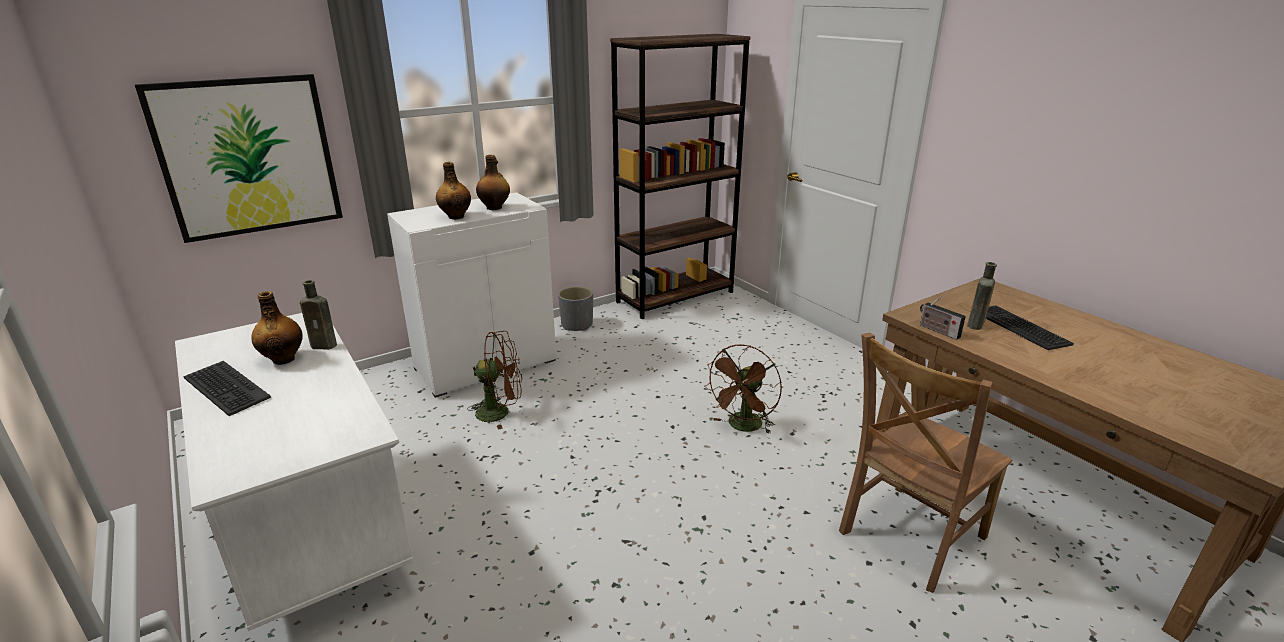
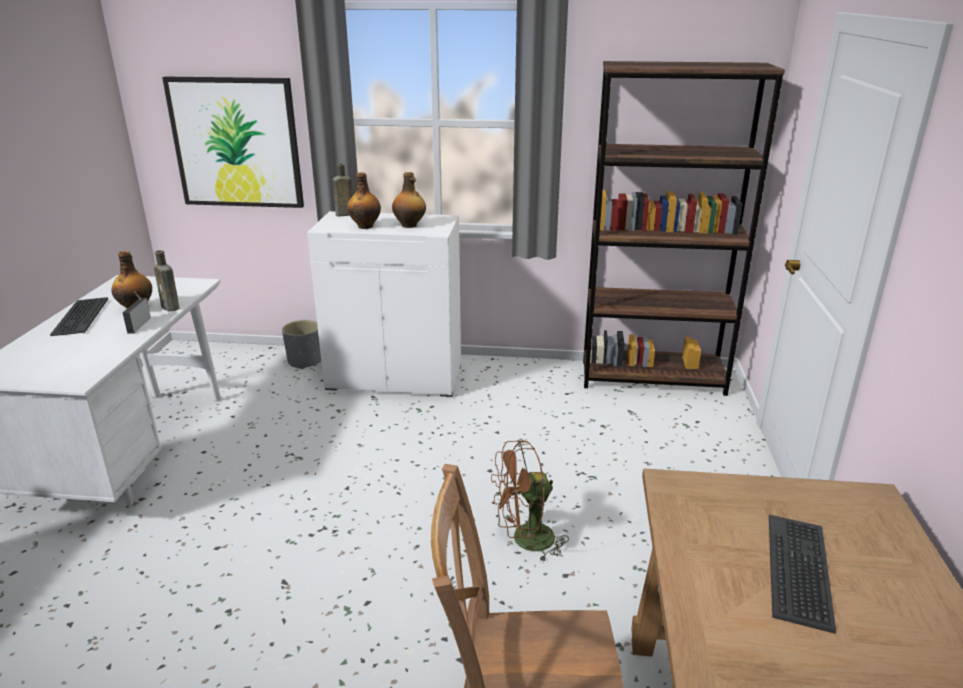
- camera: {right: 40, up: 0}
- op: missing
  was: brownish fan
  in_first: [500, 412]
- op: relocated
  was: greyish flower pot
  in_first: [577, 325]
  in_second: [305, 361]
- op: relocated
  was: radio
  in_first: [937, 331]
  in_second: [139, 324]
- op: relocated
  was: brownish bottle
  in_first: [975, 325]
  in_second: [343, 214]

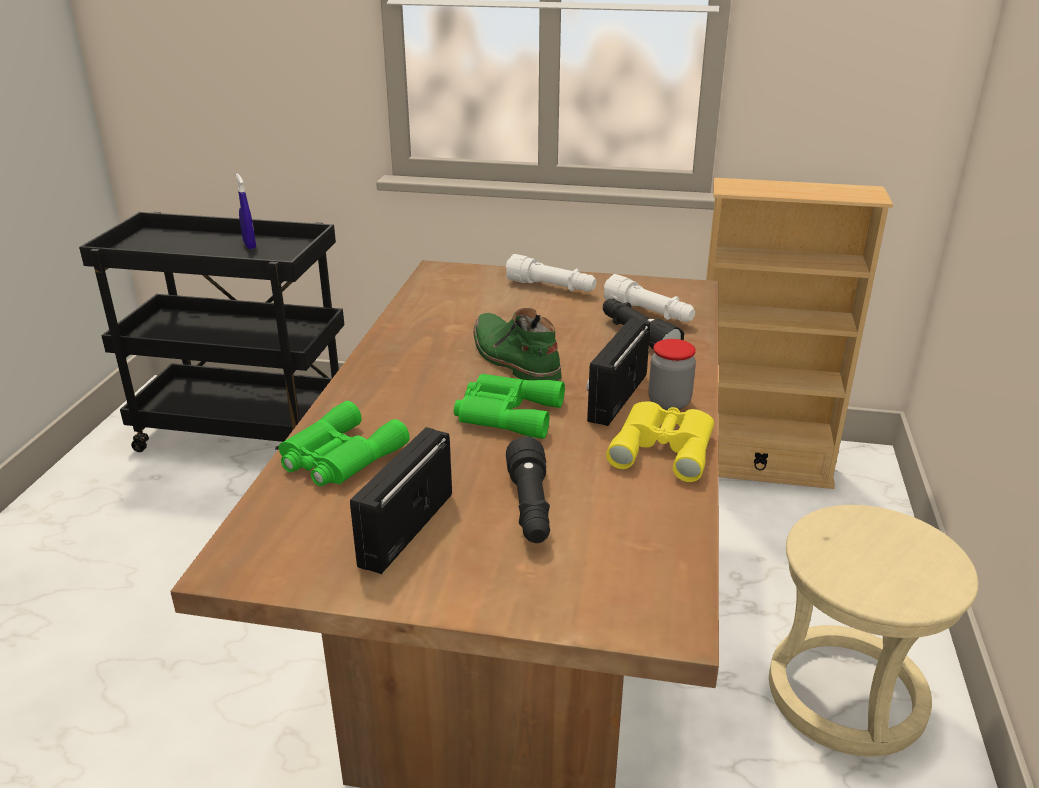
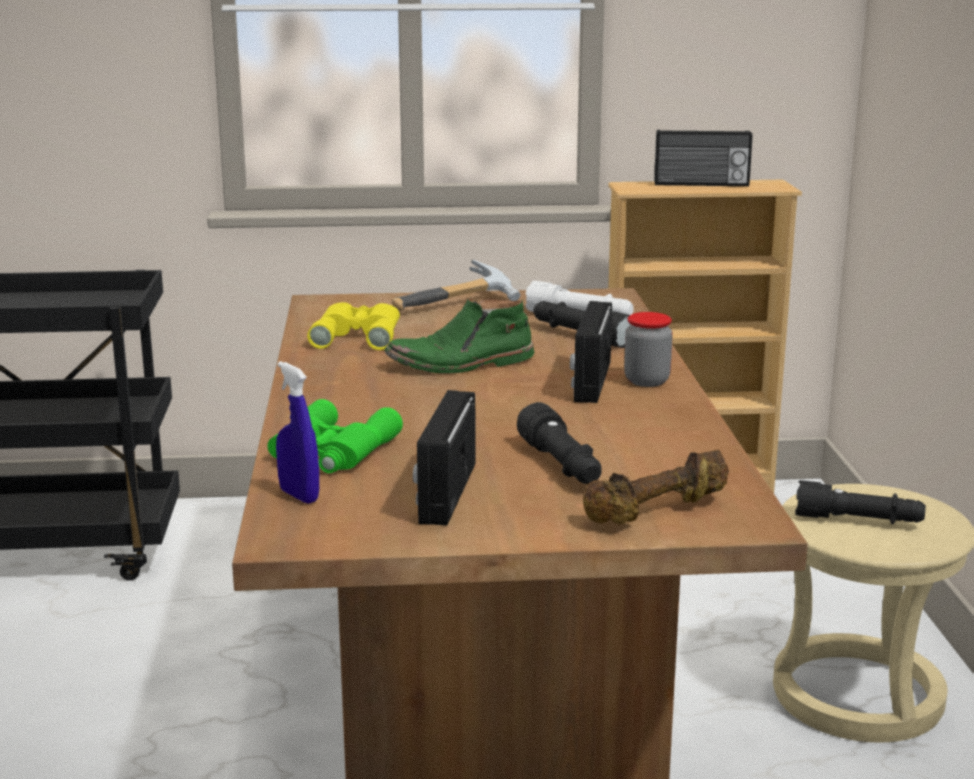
- camera: {right: -15, up: -10}
- op: missing
  was: greenish field glasses
  in_first: [505, 413]
- op: appeared
  now: brownish free weight
  in_second: [657, 512]
- op: appeared
  now: radio
  in_second: [701, 184]
- op: appeared
  now: blackish torch
  in_second: [858, 521]
- op: relocated
  was: bluish hand sprayer
  in_first: [249, 245]
  in_second: [299, 496]
- op: relocated
  was: yellowish field glasses
  in_first: [664, 447]
  in_second: [358, 335]
- op: exchanged
  was: white-coloured torch
  now: tool hammer
  in_first: [551, 287]
  in_second: [459, 306]
- op: spun
  was: greenish tall boot
  in_first: [513, 359]
  in_second: [461, 364]
  clockwise: -60

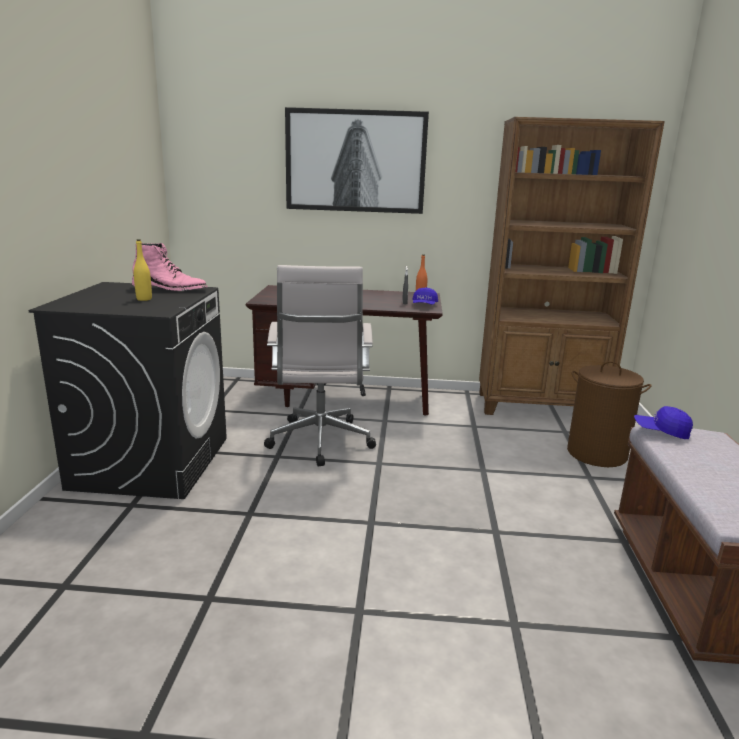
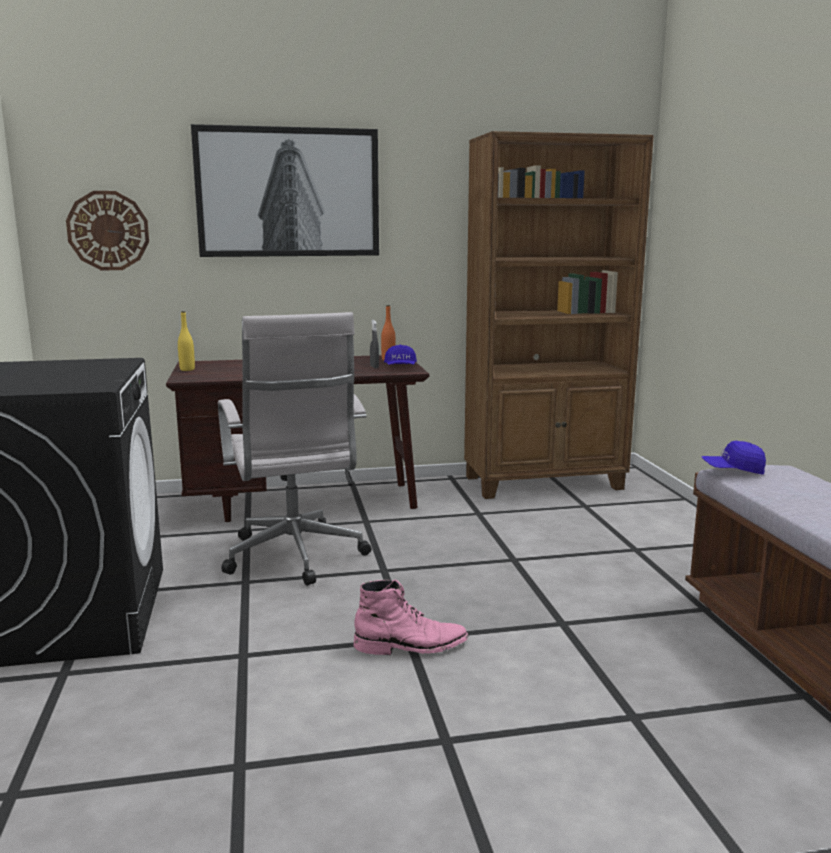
- camera: {right: -15, up: -5}
- op: missing
  was: brownish hamper
  in_first: [597, 454]
- op: appeared
  now: hanging clock
  in_second: [108, 231]
- op: relocated
  was: pinkish tall boot
  in_first: [170, 289]
  in_second: [411, 646]
- op: relocated
  was: yellowish bottle
  in_first: [144, 299]
  in_second: [187, 369]

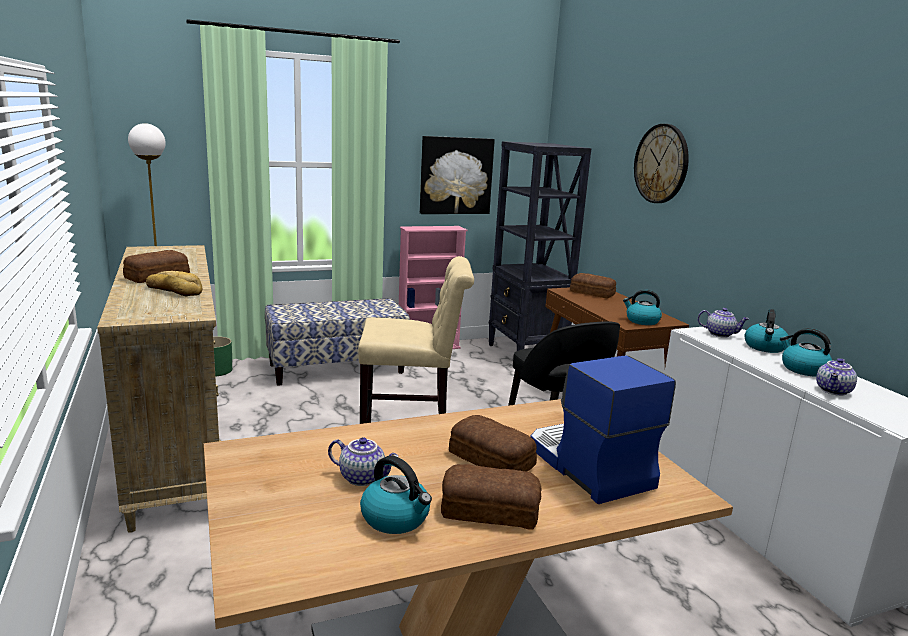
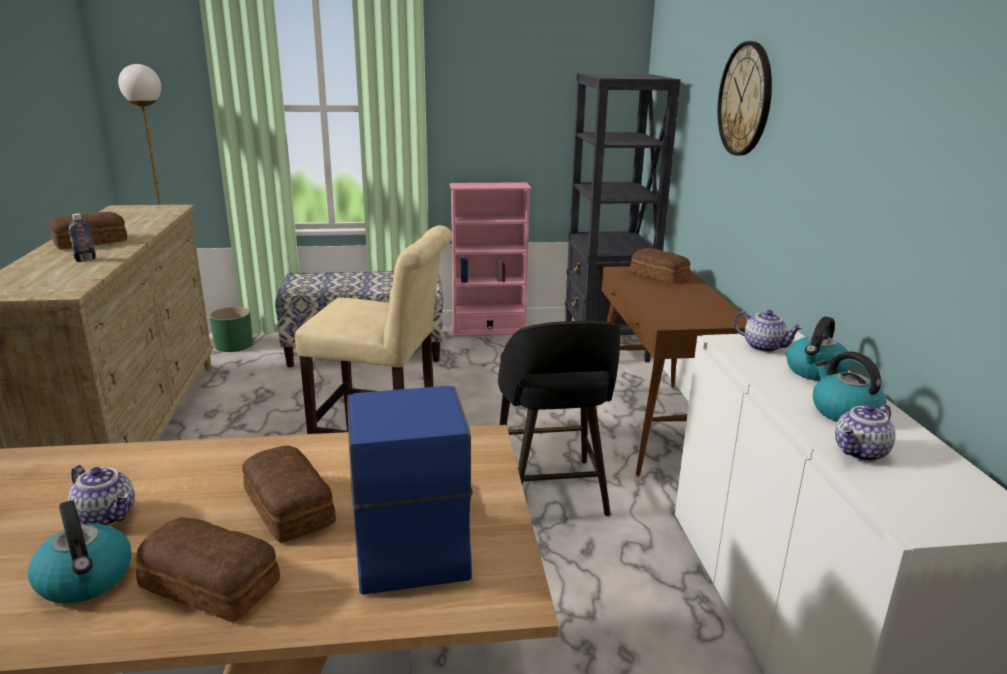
- camera: {right: 15, up: 5}
- op: missing
  was: wall art
  in_first: [456, 175]
- op: missing
  was: tea kettle
  in_first: [641, 321]
- op: exchanged
  was: baked bread
  now: bottle
  in_first: [175, 290]
  in_second: [85, 260]

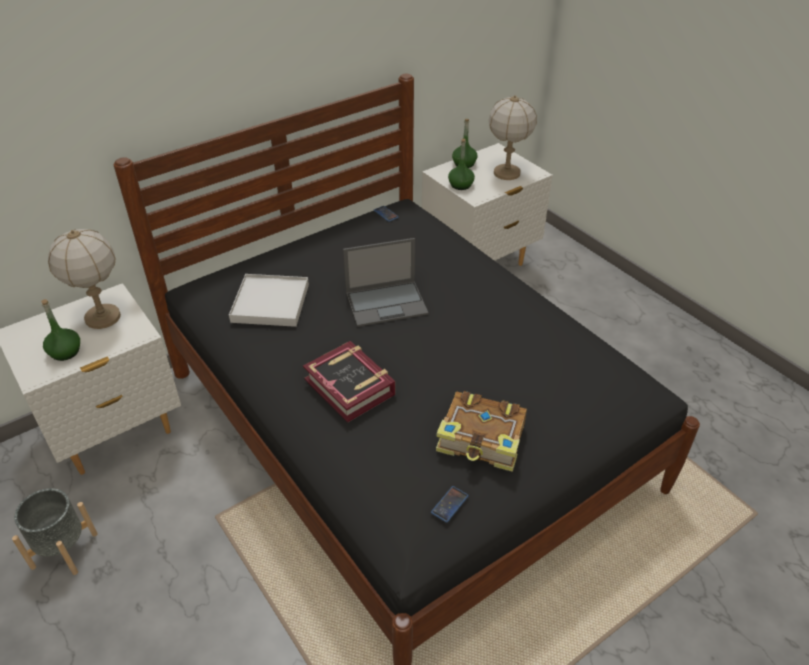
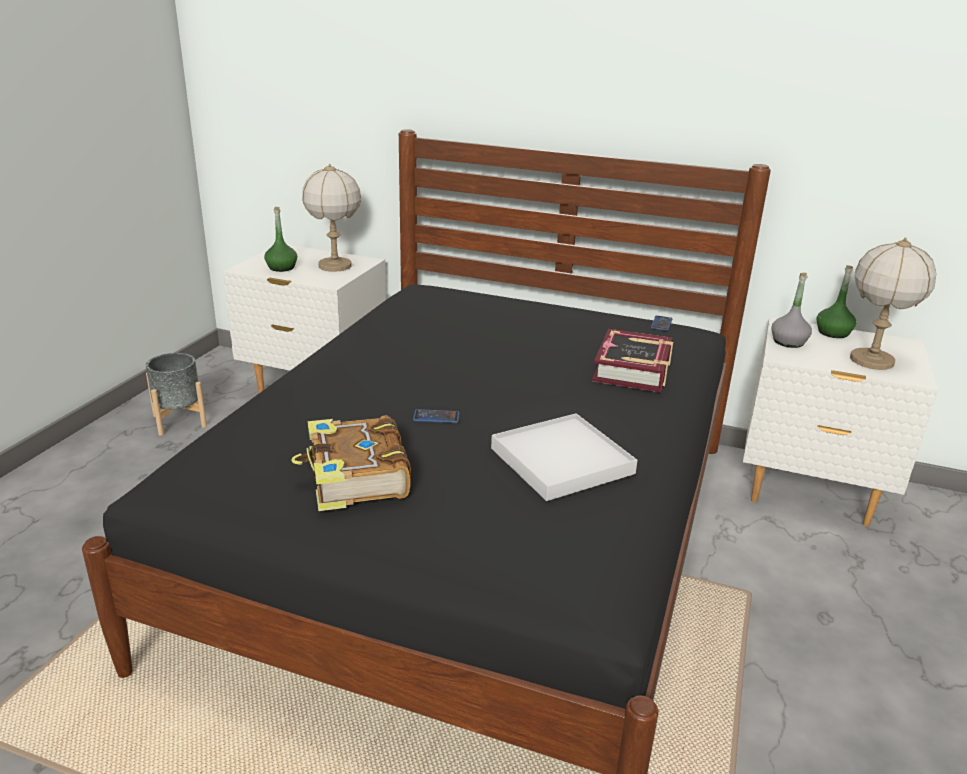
- camera: {right: 55, up: -15}
- op: missing
  was: laptop
  in_first: [387, 303]
- op: relocated
  was: white-coloured tray
  in_first: [270, 303]
  in_second: [561, 460]
- op: relocated
  was: book
  in_first: [350, 386]
  in_second: [633, 369]
- op: relocated
  was: phone
  in_first: [449, 504]
  in_second: [436, 417]
- op: colour
  was: greenish bottle
  now: greyish bottle
  in_first: [460, 185]
  in_second: [788, 342]

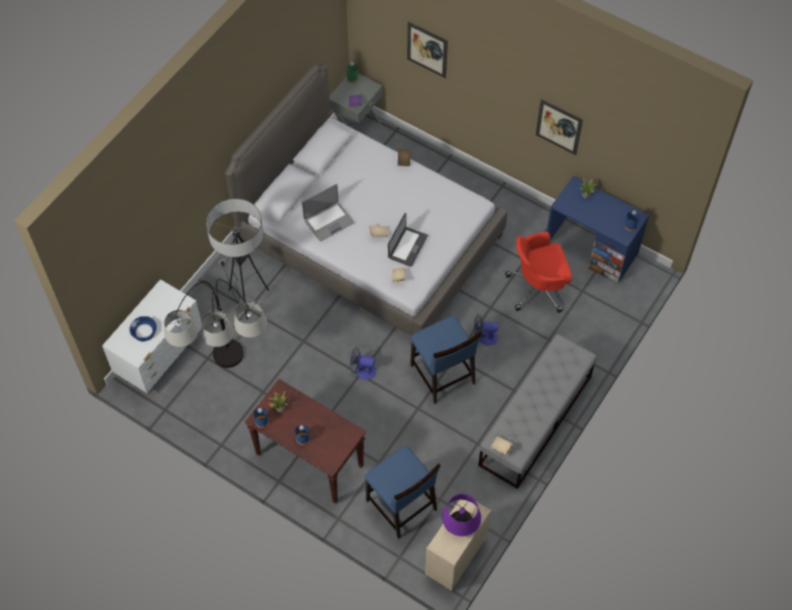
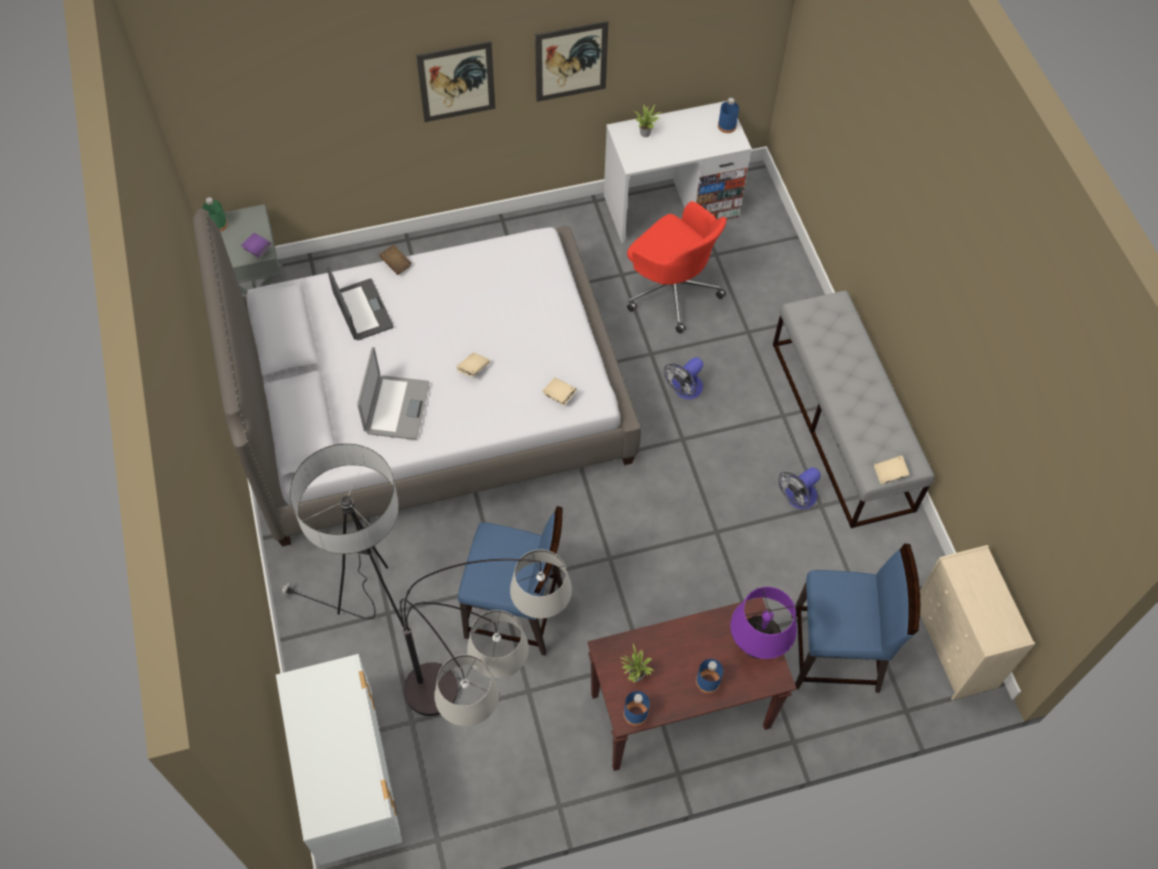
- camera: {right: -50, up: 0}
- op: missing
  was: bluish serving bowl
  in_first: [144, 332]
- op: relocated
  was: fan
  in_first: [362, 370]
  in_second: [797, 499]
- op: relocated
  was: laptop
  in_first: [407, 246]
  in_second: [362, 310]
- op: relocated
  was: wall art
  in_first: [427, 49]
  in_second: [456, 82]
- op: relocated
  was: bluish plain chair
  in_first: [442, 375]
  in_second: [515, 612]
- op: relocated
  was: purple lamp for a table
  in_first: [460, 528]
  in_second: [756, 646]
- op: colour
  was: bluish desk
  now: white-coloured desk
  in_first: [591, 249]
  in_second: [671, 206]
- op: spun
  was: red-coloured computer chair
  in_first: [538, 288]
  in_second: [671, 290]
  clockwise: -75

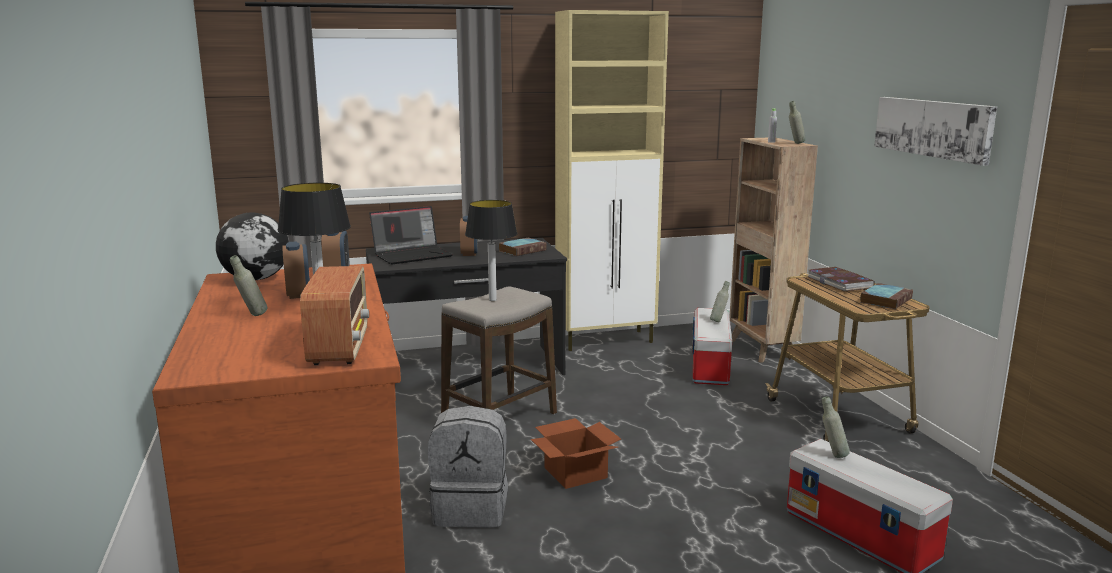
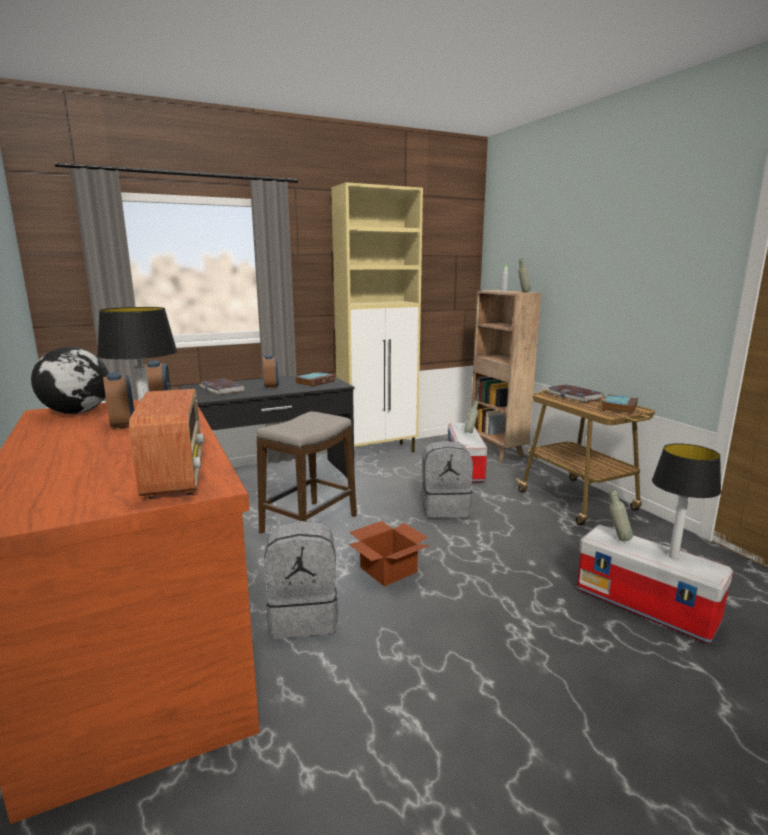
- camera: {right: -10, up: 0}
- op: missing
  was: greyish bottle
  in_first: [252, 316]
- op: missing
  was: wall art
  in_first: [933, 128]
- op: appeared
  now: greyish knapsack
  in_second: [445, 508]
- op: relocated
  was: lamp for a table
  in_first: [492, 299]
  in_second: [672, 556]
- op: exchanged
  was: laptop
  now: book
  in_first: [413, 255]
  in_second: [222, 389]

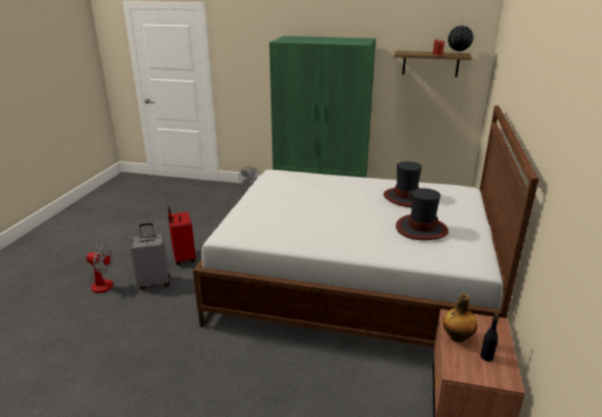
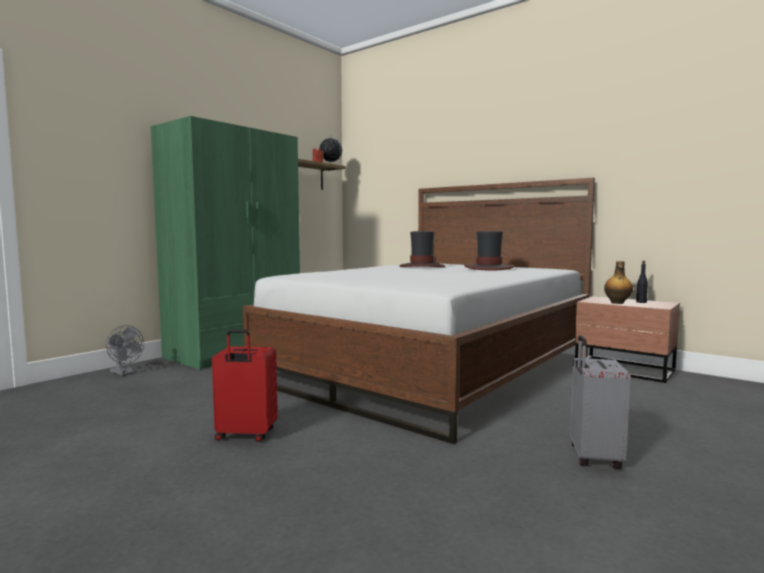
- camera: {right: -65, up: -20}
- op: missing
  was: fan
  in_first: [102, 282]
- op: relocated
  was: greyish piece of luggage
  in_first: [154, 282]
  in_second: [593, 457]

